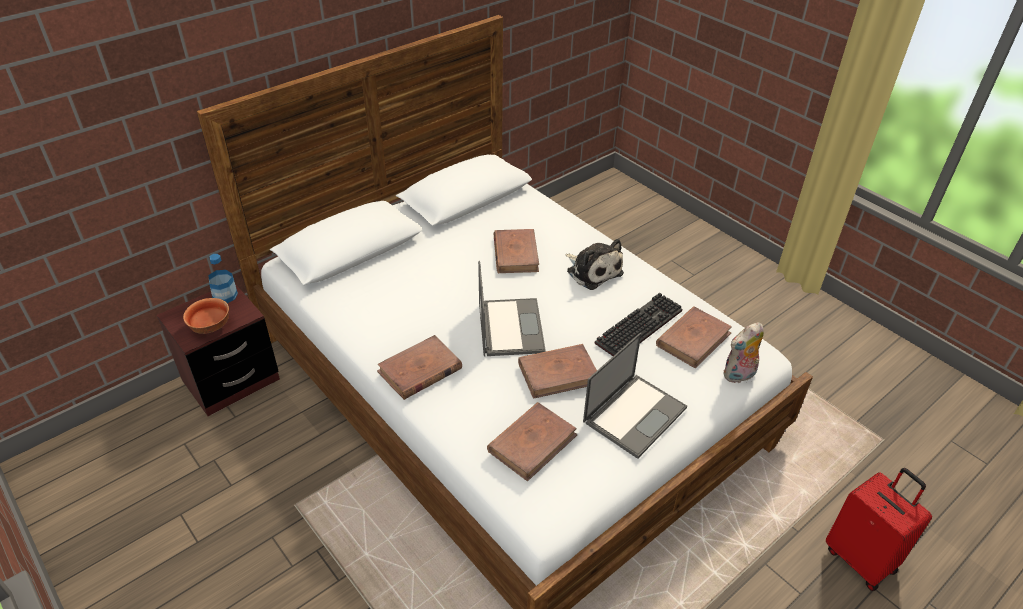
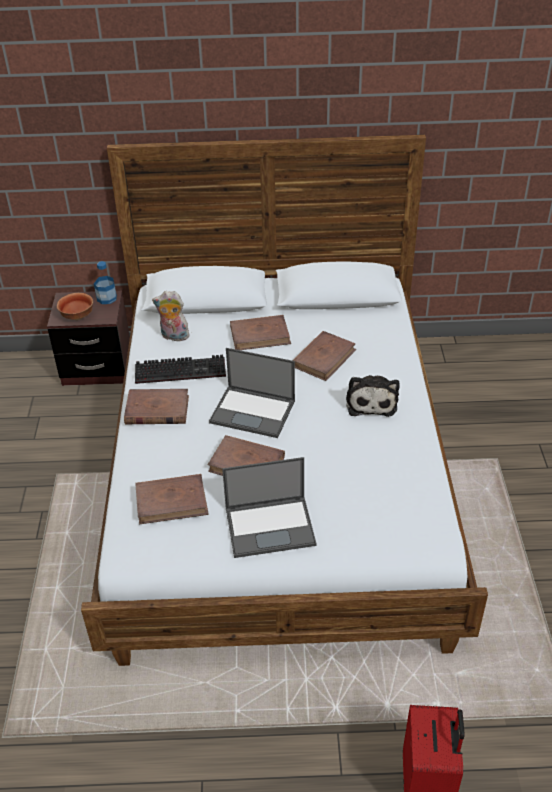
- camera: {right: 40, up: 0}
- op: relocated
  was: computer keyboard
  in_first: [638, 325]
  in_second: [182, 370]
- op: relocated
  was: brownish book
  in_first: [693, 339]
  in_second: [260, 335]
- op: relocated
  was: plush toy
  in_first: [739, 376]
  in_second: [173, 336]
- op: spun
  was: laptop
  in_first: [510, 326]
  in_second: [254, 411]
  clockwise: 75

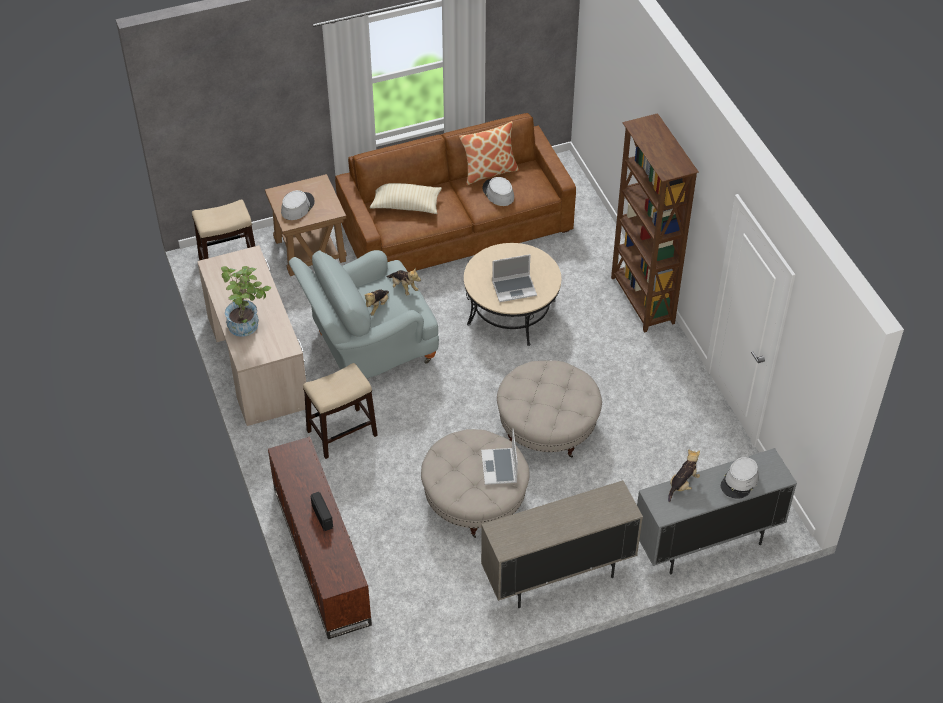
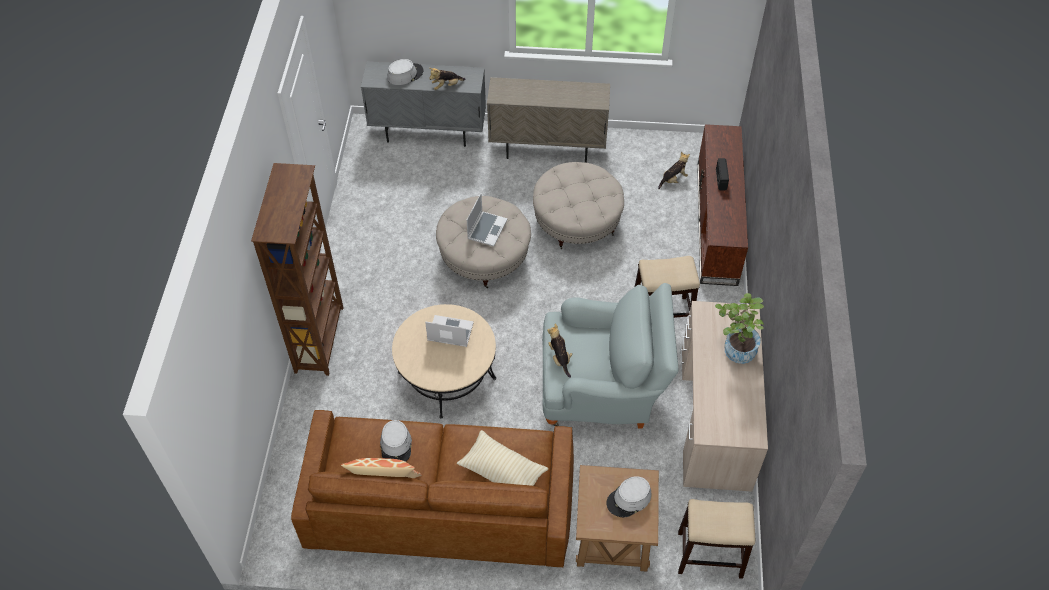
- camera: {right: -155, up: 5}
- op: relocated
  was: plush toy
  in_first: [376, 306]
  in_second: [673, 179]
- op: relocated
  was: laptop
  in_first: [500, 468]
  in_second: [487, 229]

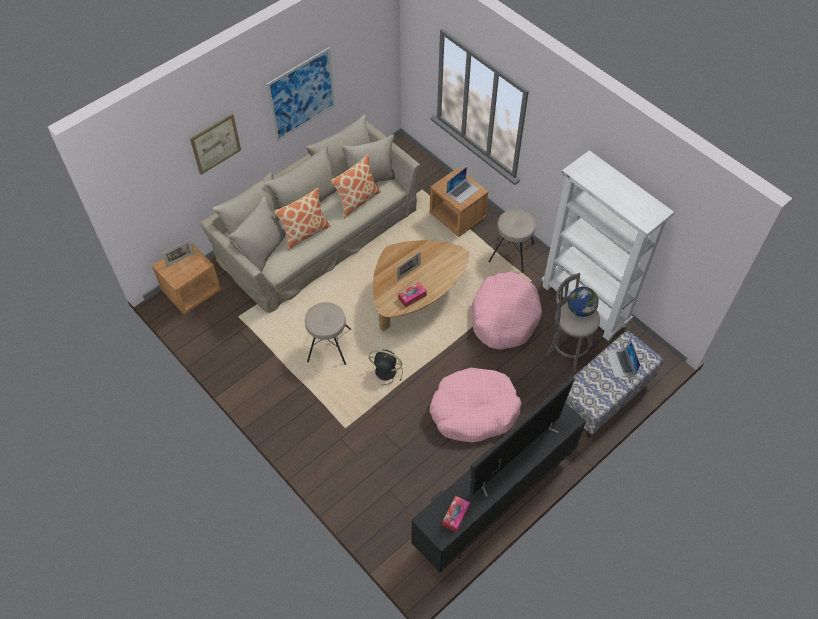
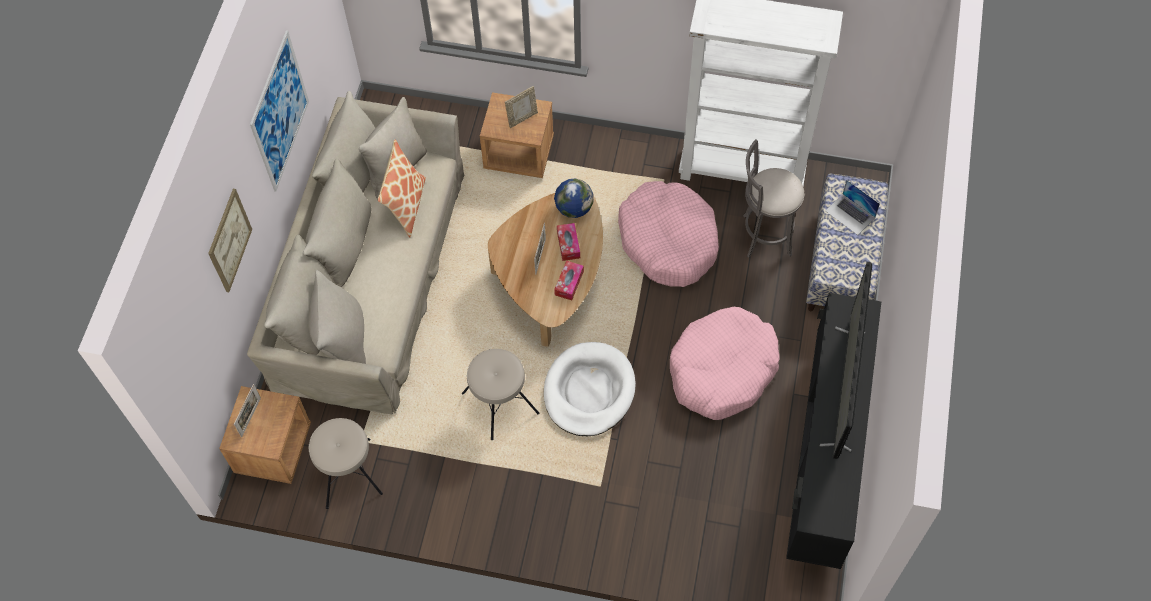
- camera: {right: -35, up: 5}
- op: missing
  was: pillow
  in_first: [305, 233]
- op: relocated
  was: tissue box
  in_first: [455, 515]
  in_second: [568, 244]
- op: relocated
  was: beige stool
  in_first: [512, 252]
  in_second: [349, 472]
- op: relocated
  was: world globe
  in_first: [580, 310]
  in_second: [574, 208]
- op: exchanged
  was: blackish fan
  now: white-coloured dog cushion
  in_first: [384, 371]
  in_second: [589, 391]
- op: exchanged
  was: laptop
  now: picture frame
  in_first: [463, 191]
  in_second: [522, 118]

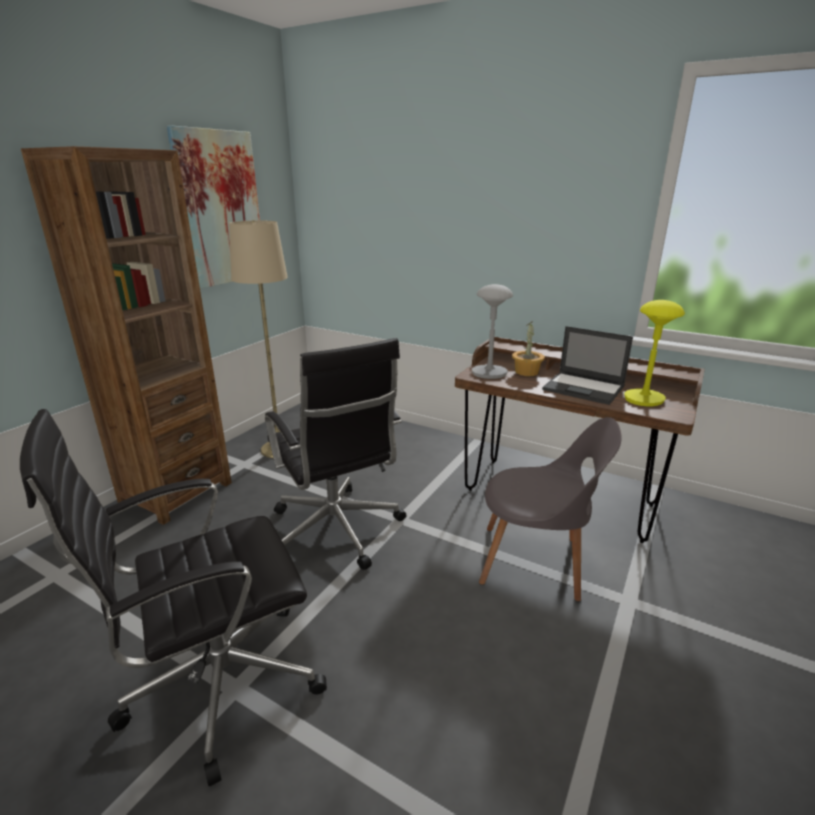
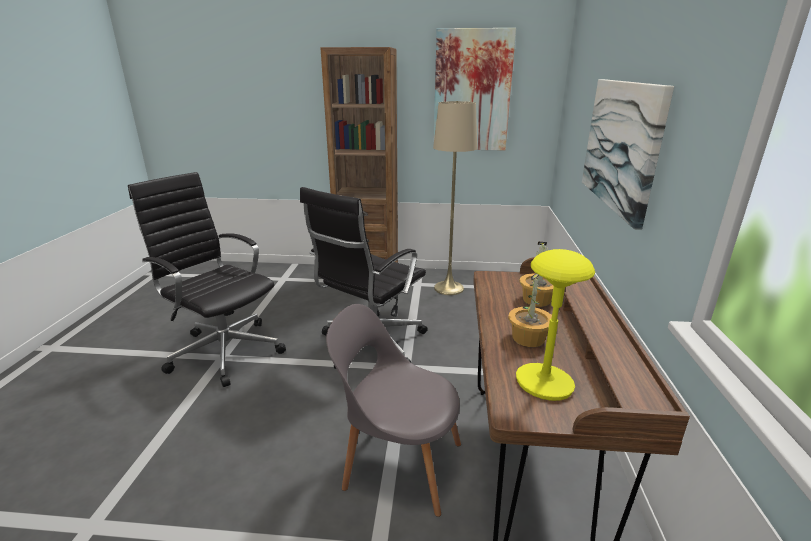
- camera: {right: 65, up: 0}
- op: missing
  was: greyish lamp for a table
  in_first: [489, 373]
- op: appeared
  now: wall art
  in_second: [621, 145]
- op: exchanged
  was: laptop
  now: potted plant
  in_first: [584, 388]
  in_second: [529, 338]
- op: spun
  was: greyish plain chair
  in_first: [536, 562]
  in_second: [398, 463]
  clockwise: 120

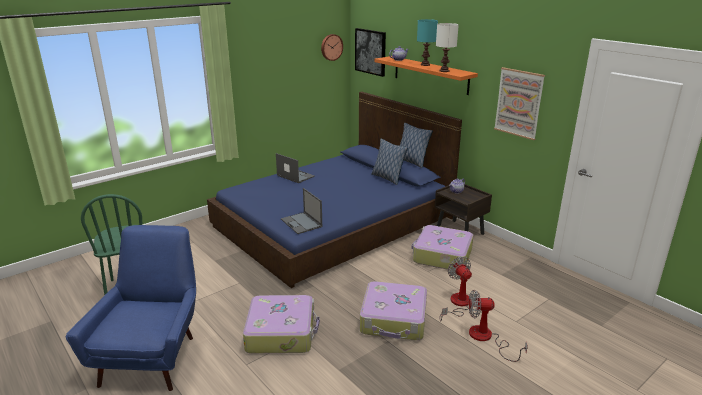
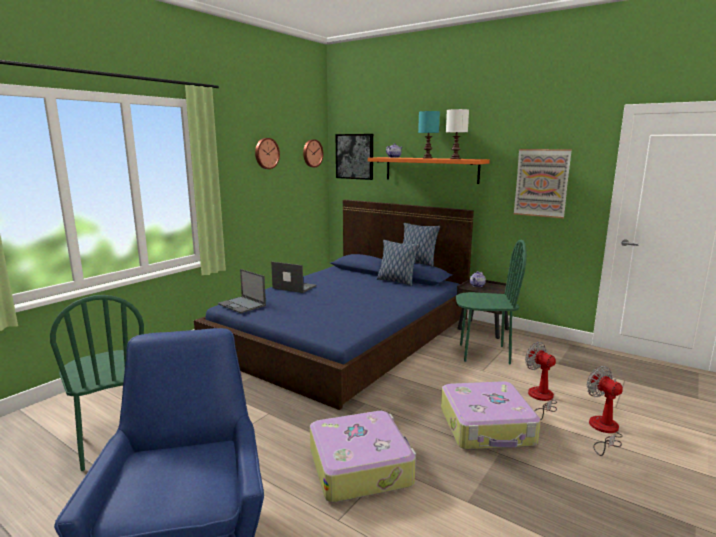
- camera: {right: -15, up: -10}
- op: appeared
  now: hanging clock
  in_second: [266, 153]
- op: relocated
  was: laptop
  in_first: [301, 223]
  in_second: [242, 305]
- op: exchanged
  was: piece of luggage
  now: greenish plain chair
  in_first: [441, 256]
  in_second: [484, 353]
- op: spun
  was: fan
  in_first: [486, 338]
  in_second: [603, 431]
  clockwise: 75

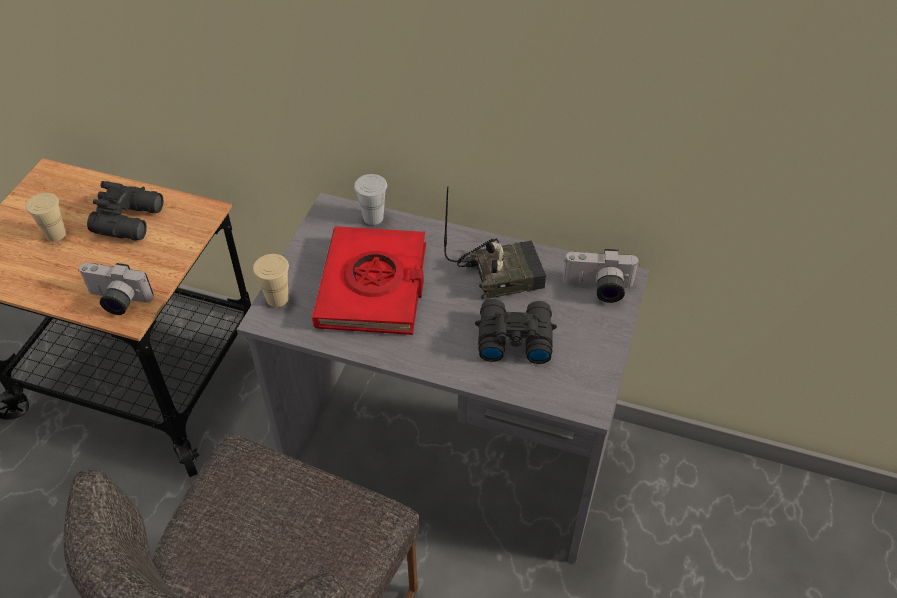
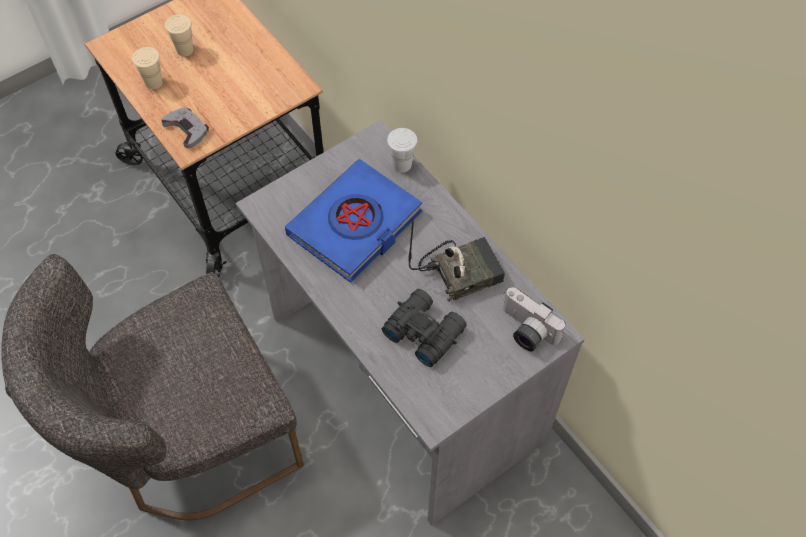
- camera: {right: 35, up: 10}
- op: missing
  was: blackish field glasses
  in_first: [131, 219]
- op: relocated
  was: beige cup
  in_first: [277, 298]
  in_second: [154, 82]
- op: exchanged
  was: still camera
  now: greyish gamepad
  in_first: [116, 301]
  in_second: [187, 129]
- op: colour
  was: red-coloured book
  now: bluish book
  in_first: [373, 286]
  in_second: [355, 225]
- op: spun
  was: radio
  in_first: [501, 273]
  in_second: [461, 271]
  clockwise: -45

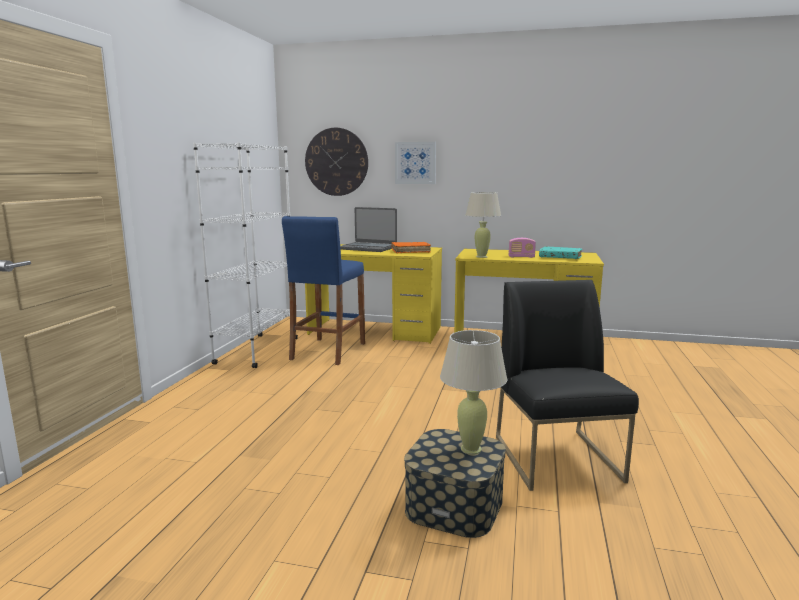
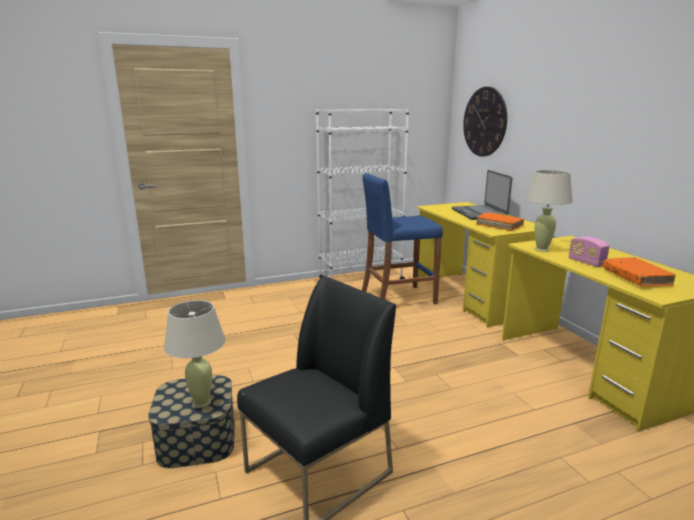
- camera: {right: 55, up: 5}
- op: missing
  was: wall art
  in_first: [415, 163]
- op: colour
  was: turquoise book
  now: orangey book
  in_first: [560, 257]
  in_second: [636, 278]

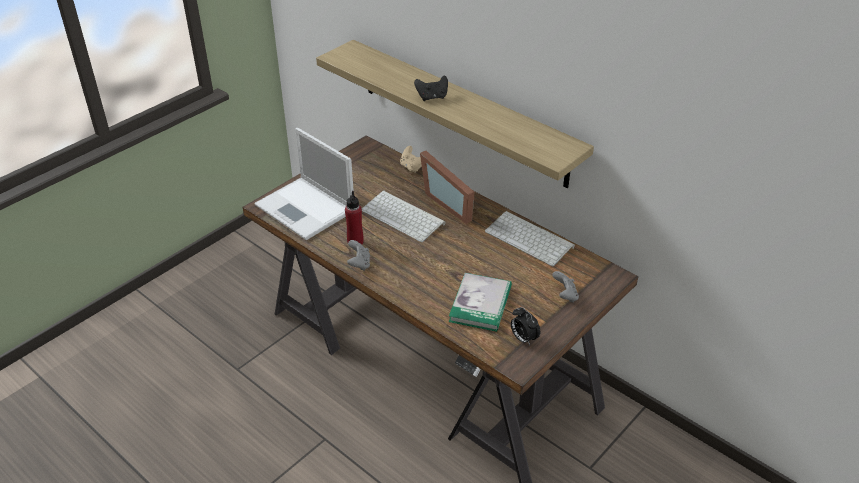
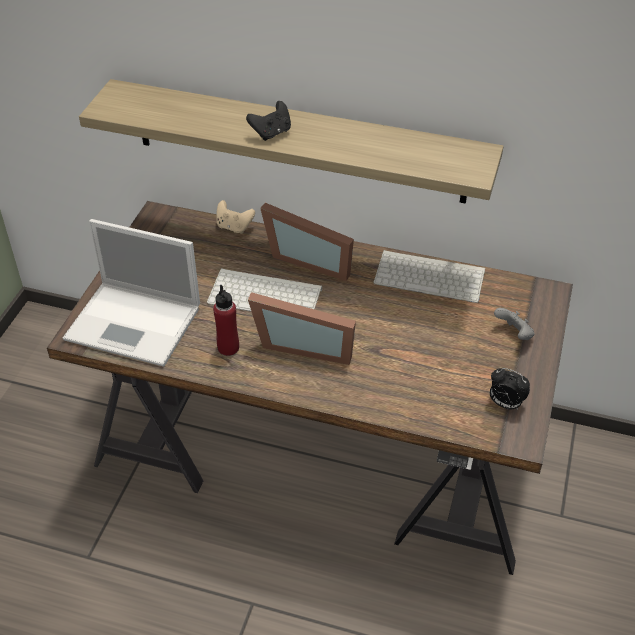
- camera: {right: -25, up: 5}
- op: missing
  was: greyish gamepad
  in_first: [359, 264]
- op: missing
  was: book
  in_first: [480, 304]
- op: appeared
  now: picture frame
  in_second: [304, 344]

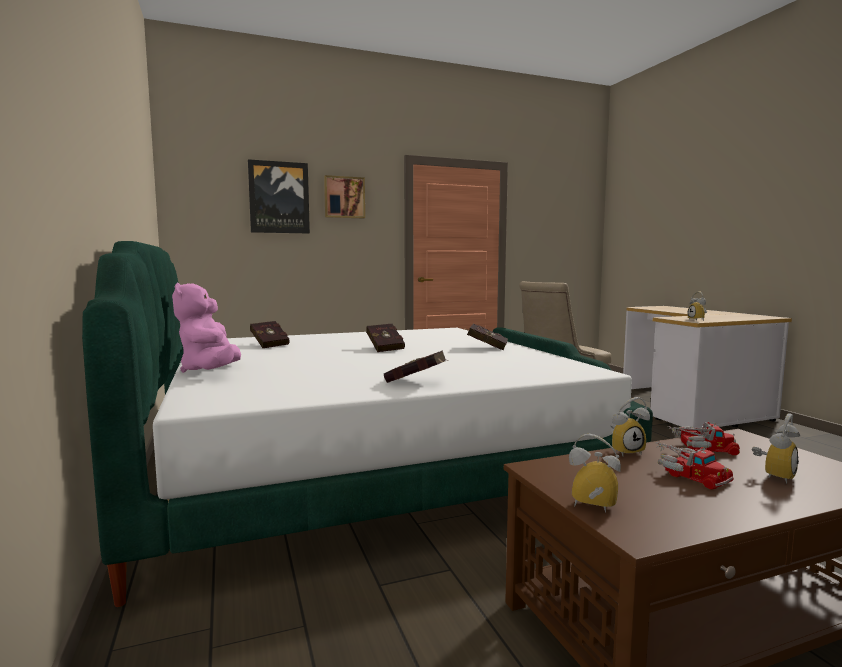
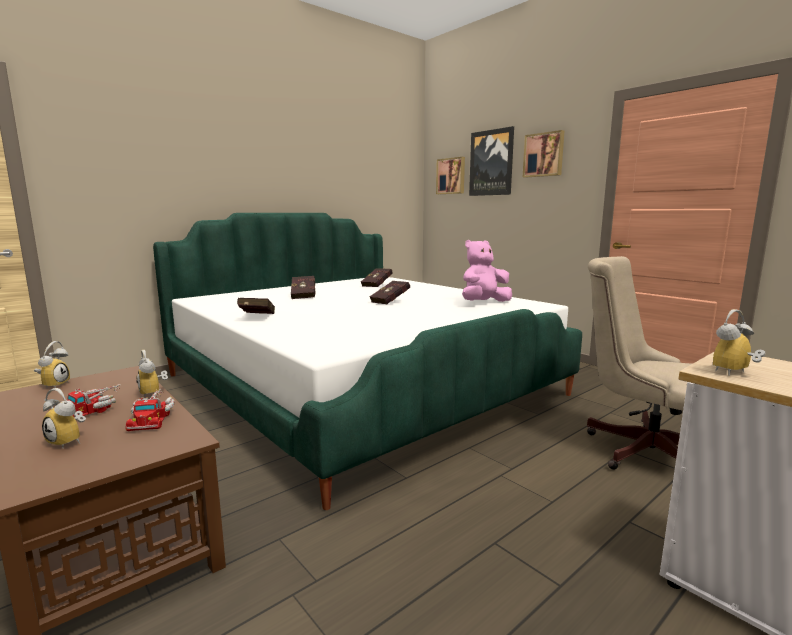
- camera: {right: 70, up: 5}
- op: appeared
  now: wall art
  in_second: [451, 176]
- op: relocated
  was: pinkish plush toy
  in_first: [211, 371]
  in_second: [484, 303]
- op: relocated
  was: red-coloured book
  in_first: [485, 347]
  in_second: [304, 296]

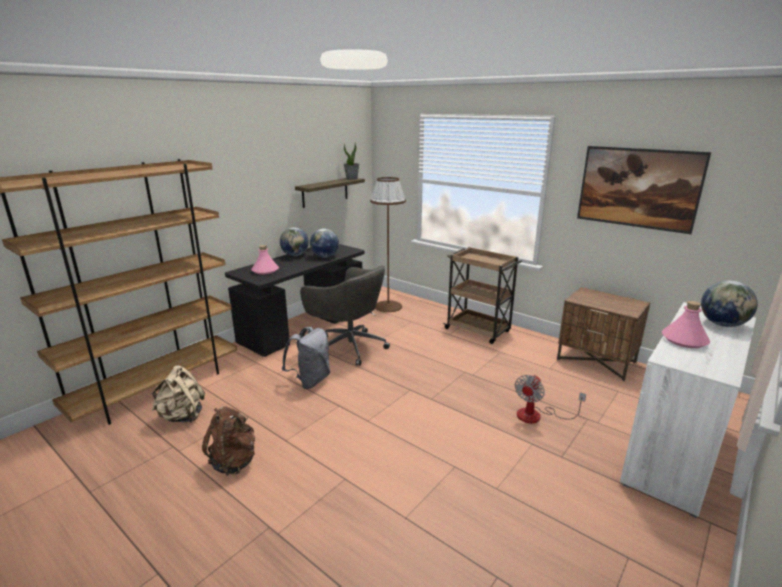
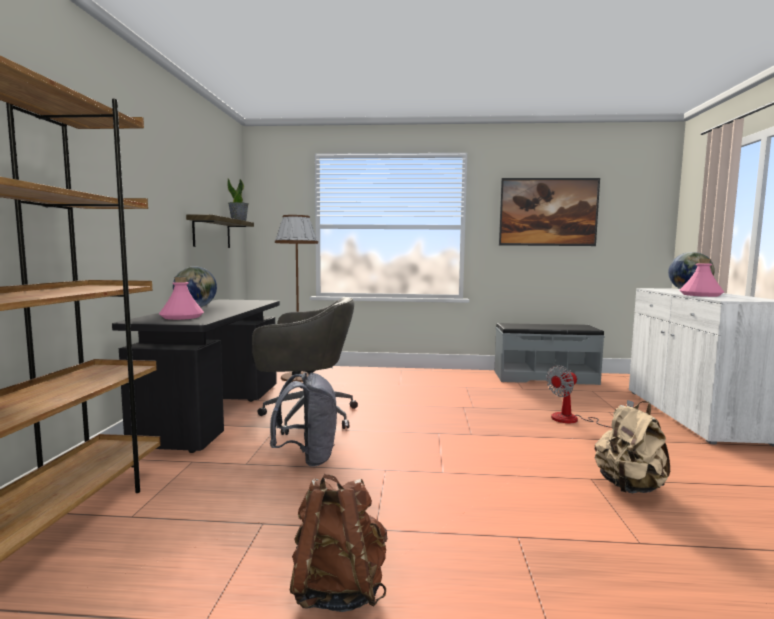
- camera: {right: -35, up: -15}
- op: missing
  was: world globe
  in_first: [324, 257]
- op: missing
  was: brownish trolley
  in_first: [478, 330]
- op: relocated
  was: beige knapsack
  in_first: [182, 416]
  in_second: [629, 487]
- op: exchanged
  was: brownish night table
  now: greyish indoor bench
  in_first: [596, 361]
  in_second: [544, 377]
- op: spun
  was: fan
  in_first: [537, 415]
  in_second: [574, 420]
  clockwise: 60

